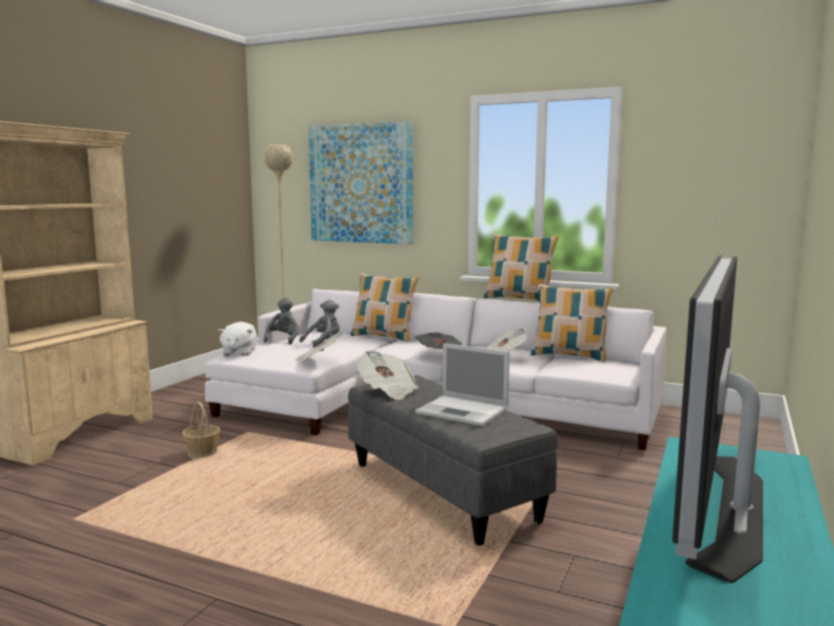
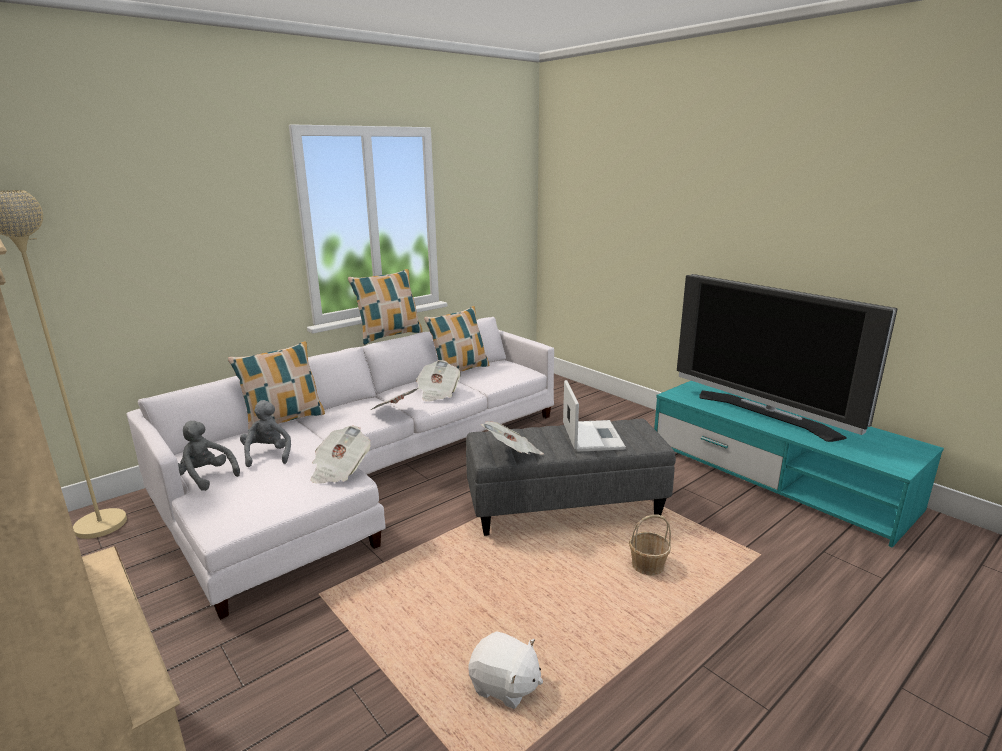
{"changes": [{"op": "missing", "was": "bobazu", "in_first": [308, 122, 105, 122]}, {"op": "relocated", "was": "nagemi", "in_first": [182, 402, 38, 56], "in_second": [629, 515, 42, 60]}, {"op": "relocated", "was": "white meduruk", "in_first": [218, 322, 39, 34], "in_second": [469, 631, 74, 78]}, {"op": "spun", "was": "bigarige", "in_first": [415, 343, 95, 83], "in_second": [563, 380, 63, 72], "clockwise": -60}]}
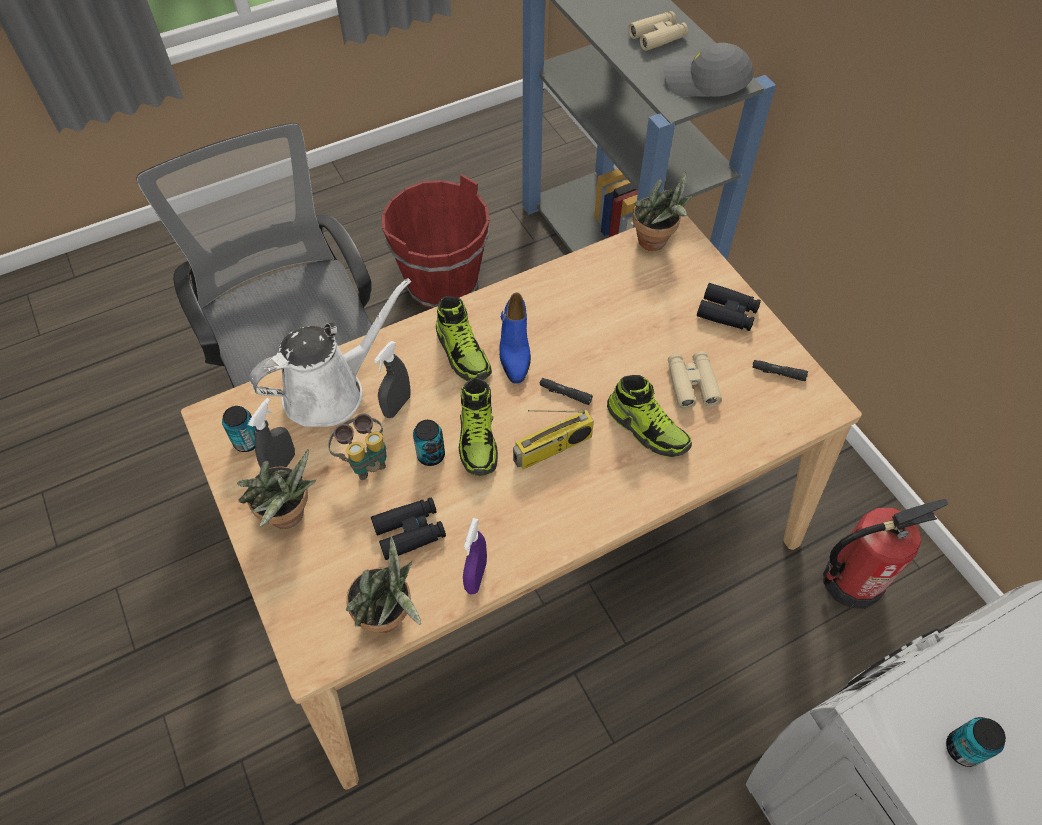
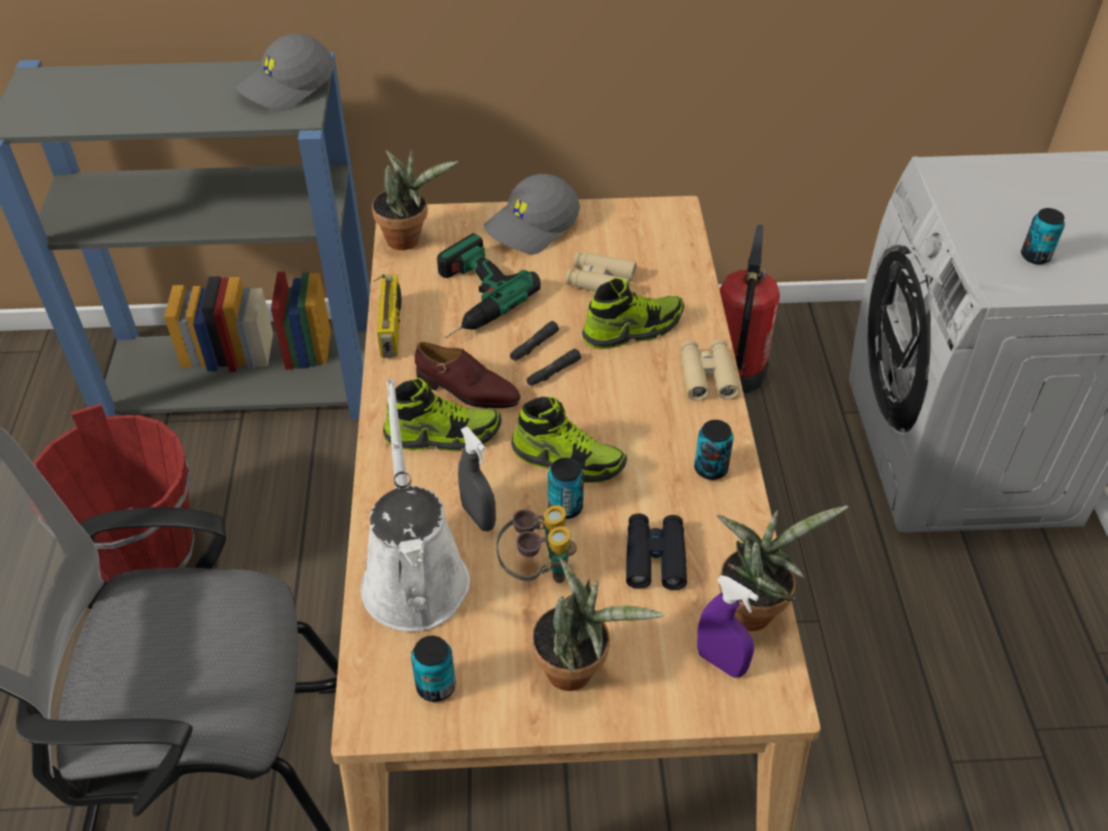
{"changes": [{"op": "missing", "was": "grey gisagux", "in_first": [248, 398, 47, 70]}, {"op": "appeared", "now": "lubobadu", "in_second": [437, 233, 104, 105]}, {"op": "appeared", "now": "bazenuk", "in_second": [694, 420, 40, 60]}, {"op": "relocated", "was": "purple gisagux", "in_first": [463, 518, 24, 77], "in_second": [697, 575, 62, 103]}, {"op": "relocated", "was": "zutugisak", "in_first": [513, 410, 81, 59], "in_second": [373, 274, 28, 84]}, {"op": "relocated", "was": "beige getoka", "in_first": [628, 11, 60, 40], "in_second": [681, 339, 59, 62]}, {"op": "relocated", "was": "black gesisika", "in_first": [752, 360, 56, 21], "in_second": [510, 321, 49, 40]}, {"op": "exchanged", "was": "black getoka", "now": "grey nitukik", "in_first": [697, 283, 64, 48], "in_second": [484, 174, 96, 81]}, {"op": "colour", "was": "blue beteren", "now": "brown beteren", "in_first": [499, 292, 32, 92], "in_second": [415, 342, 106, 66]}]}
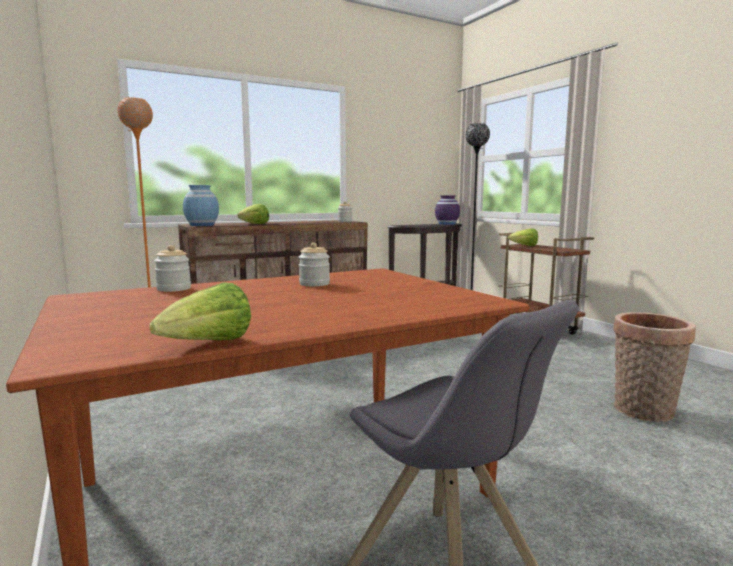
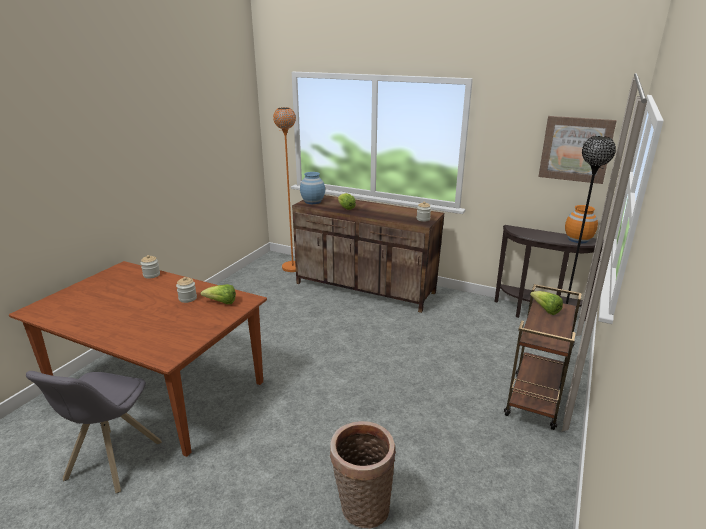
{"changes": [{"op": "appeared", "now": "bobazu", "in_second": [538, 116, 79, 68]}, {"op": "relocated", "was": "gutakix", "in_first": [149, 282, 102, 58], "in_second": [201, 284, 35, 20]}, {"op": "colour", "was": "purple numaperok", "now": "orange numaperok", "in_first": [435, 196, 25, 29], "in_second": [565, 205, 33, 38]}]}
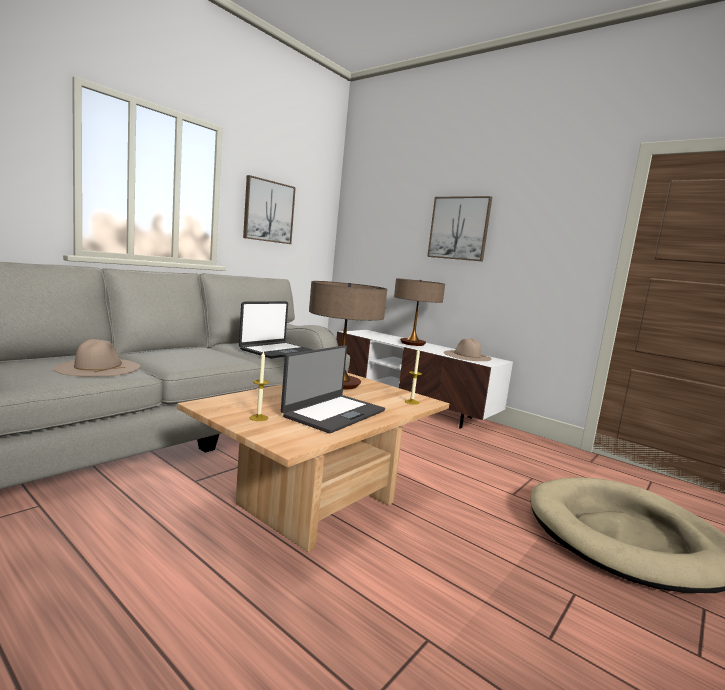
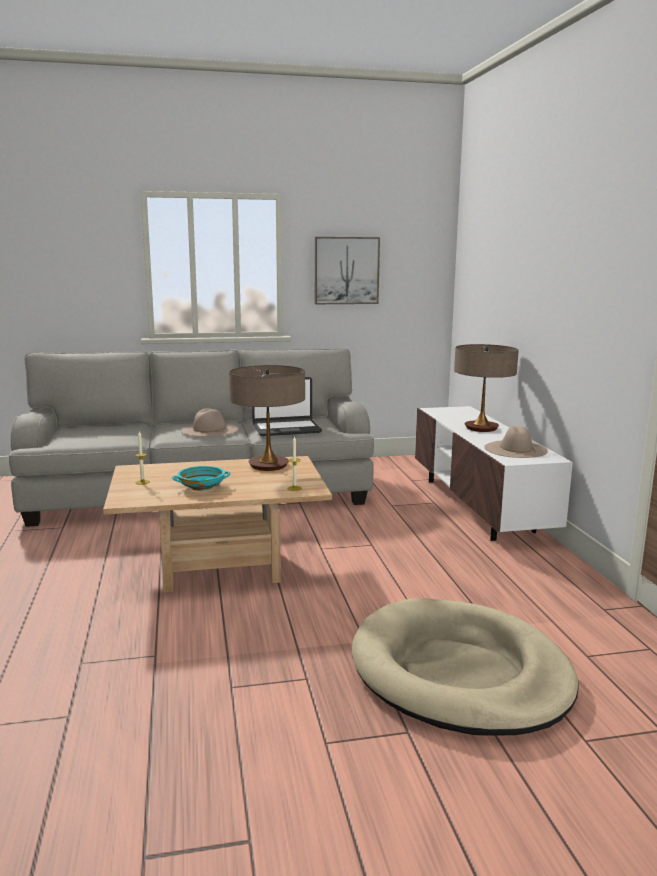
{"changes": [{"op": "missing", "was": "bobazu", "in_first": [427, 196, 65, 65]}, {"op": "relocated", "was": "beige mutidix", "in_first": [54, 339, 86, 38], "in_second": [181, 408, 58, 29]}, {"op": "exchanged", "was": "bigarige", "now": "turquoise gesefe", "in_first": [281, 345, 104, 88], "in_second": [172, 466, 58, 25]}]}
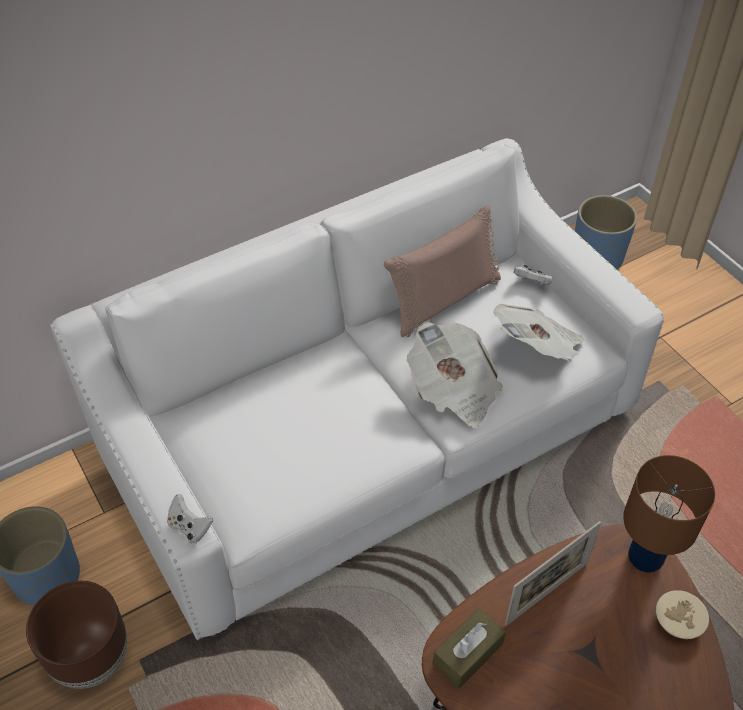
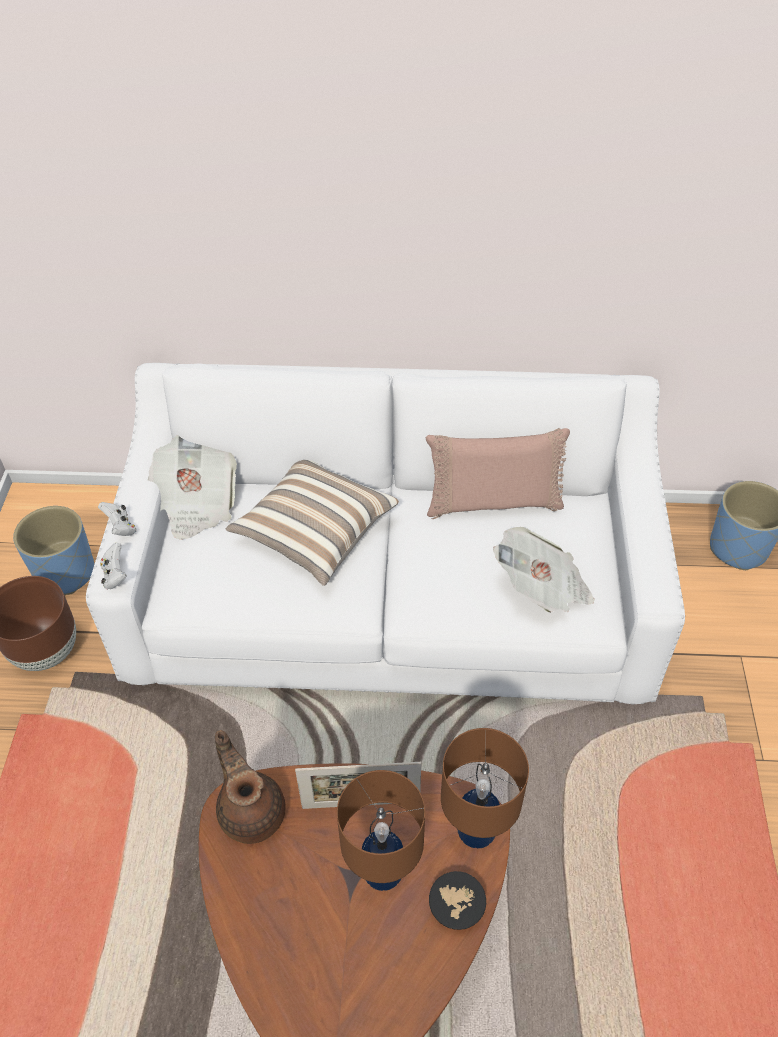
{"changes": [{"op": "appeared", "now": "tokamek", "in_second": [226, 460, 173, 126]}, {"op": "appeared", "now": "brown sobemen", "in_second": [337, 770, 88, 121]}, {"op": "relocated", "was": "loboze", "in_first": [407, 322, 96, 105], "in_second": [147, 435, 90, 105]}, {"op": "relocated", "was": "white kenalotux", "in_first": [514, 265, 38, 21], "in_second": [98, 502, 39, 34]}, {"op": "exchanged", "was": "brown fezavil", "now": "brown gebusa", "in_first": [432, 608, 74, 81], "in_second": [215, 730, 71, 114]}, {"op": "colour", "was": "beige gesefe", "now": "black gesefe", "in_first": [656, 590, 53, 49], "in_second": [429, 871, 57, 59]}]}
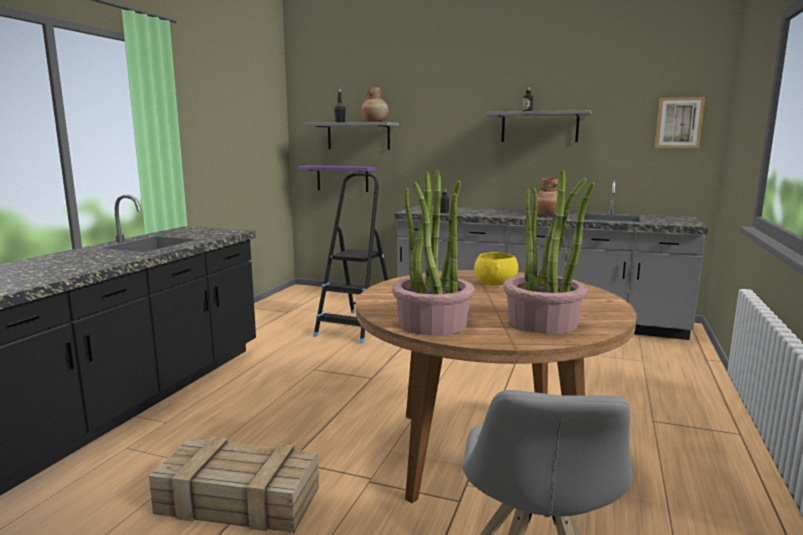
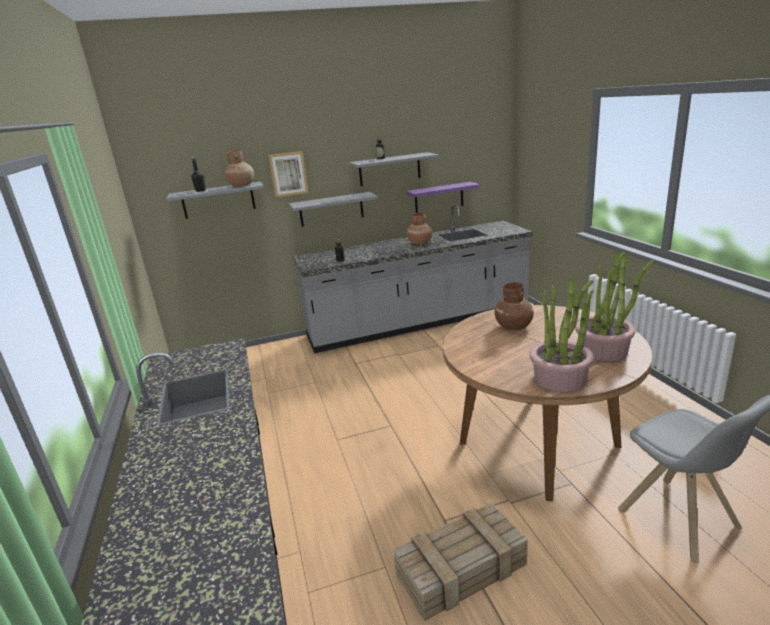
{"changes": [{"op": "missing", "was": "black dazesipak", "in_first": [313, 173, 76, 171]}, {"op": "appeared", "now": "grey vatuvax", "in_second": [289, 192, 89, 35]}, {"op": "relocated", "was": "purple vatuvax", "in_first": [298, 165, 79, 27], "in_second": [406, 182, 74, 31]}, {"op": "relocated", "was": "bobazu", "in_first": [655, 97, 50, 51], "in_second": [268, 151, 40, 46]}, {"op": "exchanged", "was": "yellow gesefe", "now": "brown numaperok", "in_first": [474, 252, 44, 34], "in_second": [495, 282, 39, 48]}]}
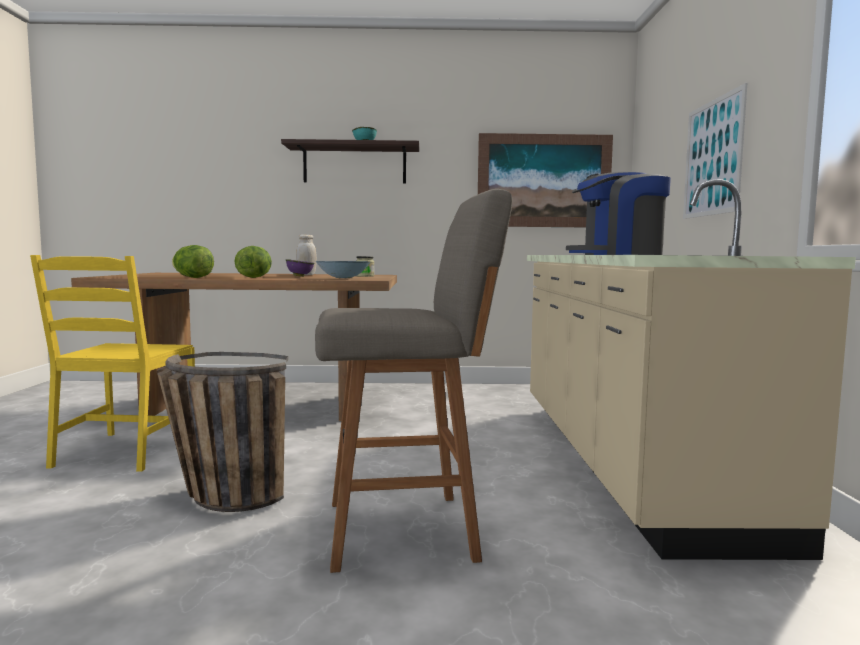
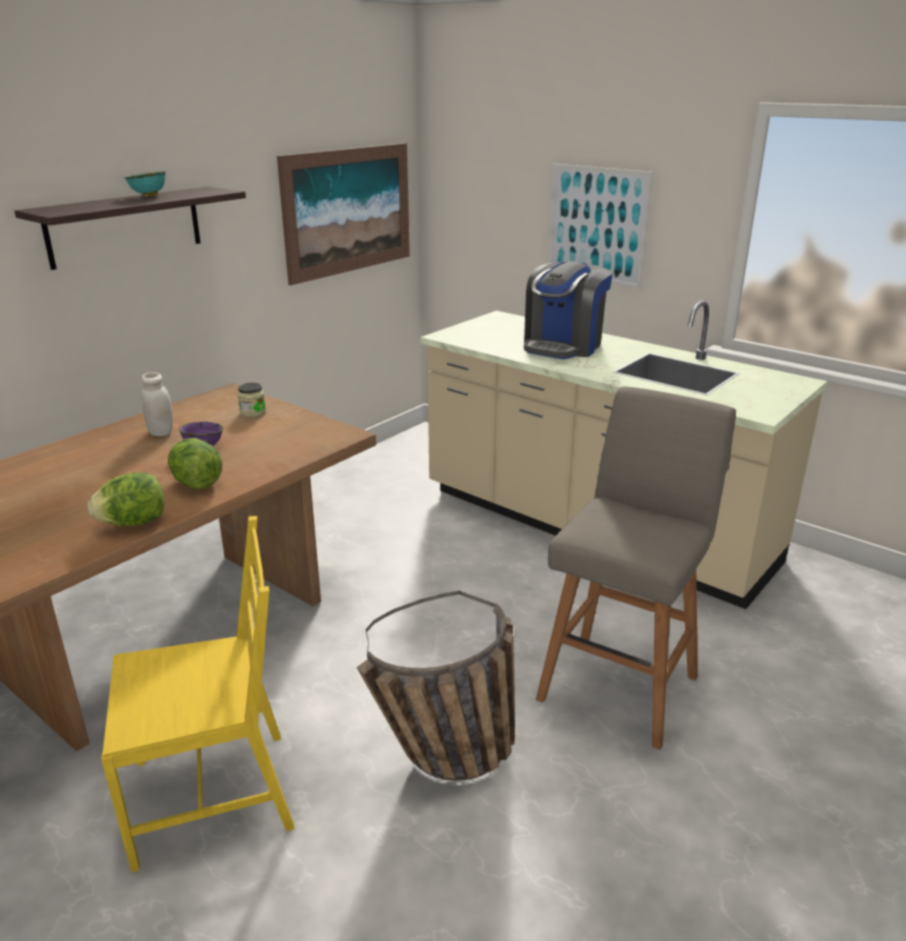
{"changes": [{"op": "missing", "was": "gesefe", "in_first": [316, 261, 55, 17]}, {"op": "spun", "was": "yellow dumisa", "in_first": [30, 255, 165, 217], "in_second": [101, 516, 193, 356], "clockwise": -60}]}
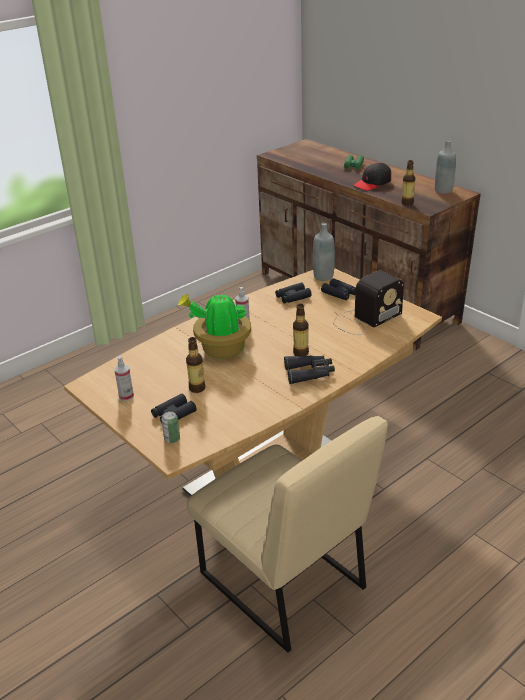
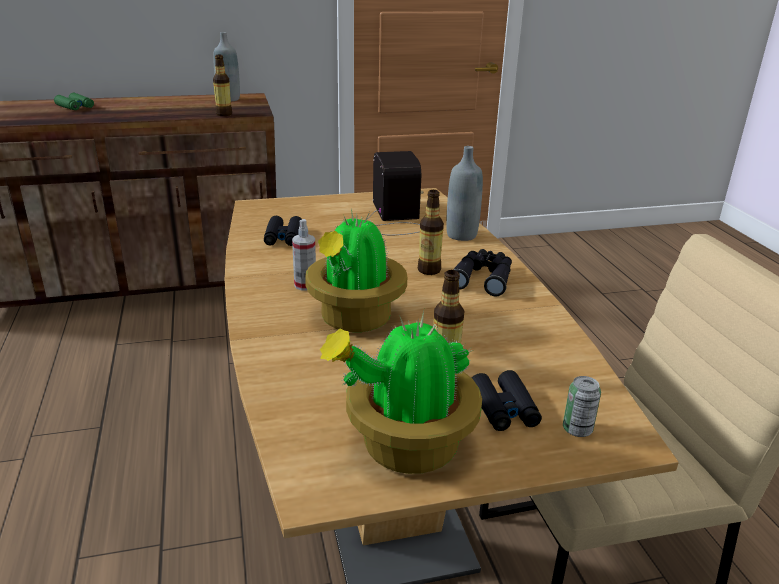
{"changes": [{"op": "missing", "was": "black getoka", "in_first": [321, 278, 35, 22]}, {"op": "missing", "was": "black nitukik", "in_first": [353, 162, 38, 29]}, {"op": "relocated", "was": "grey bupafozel", "in_first": [313, 223, 22, 58], "in_second": [446, 146, 37, 95]}, {"op": "exchanged", "was": "gisagux", "now": "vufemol", "in_first": [114, 356, 20, 45], "in_second": [320, 311, 162, 163]}]}
